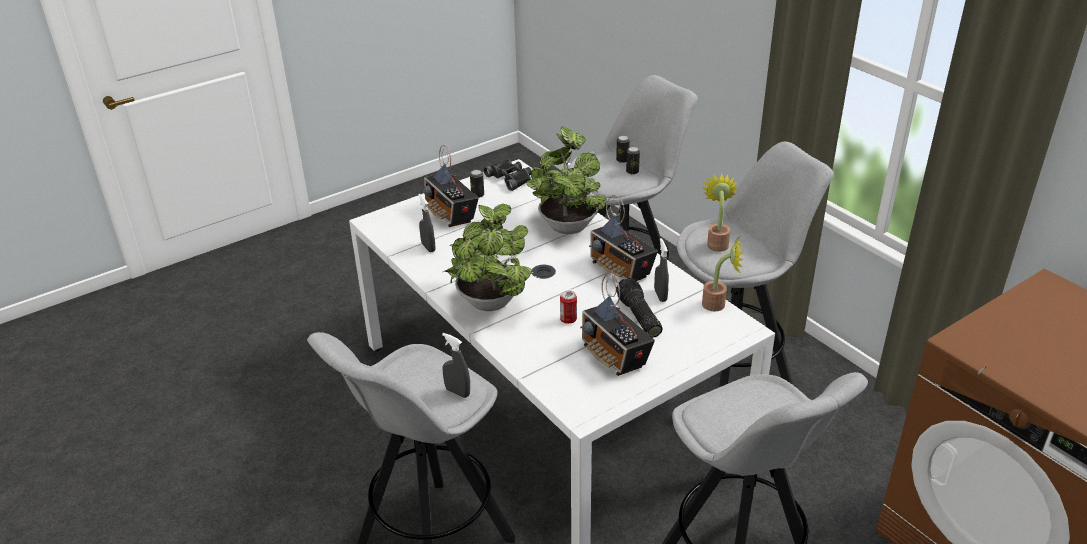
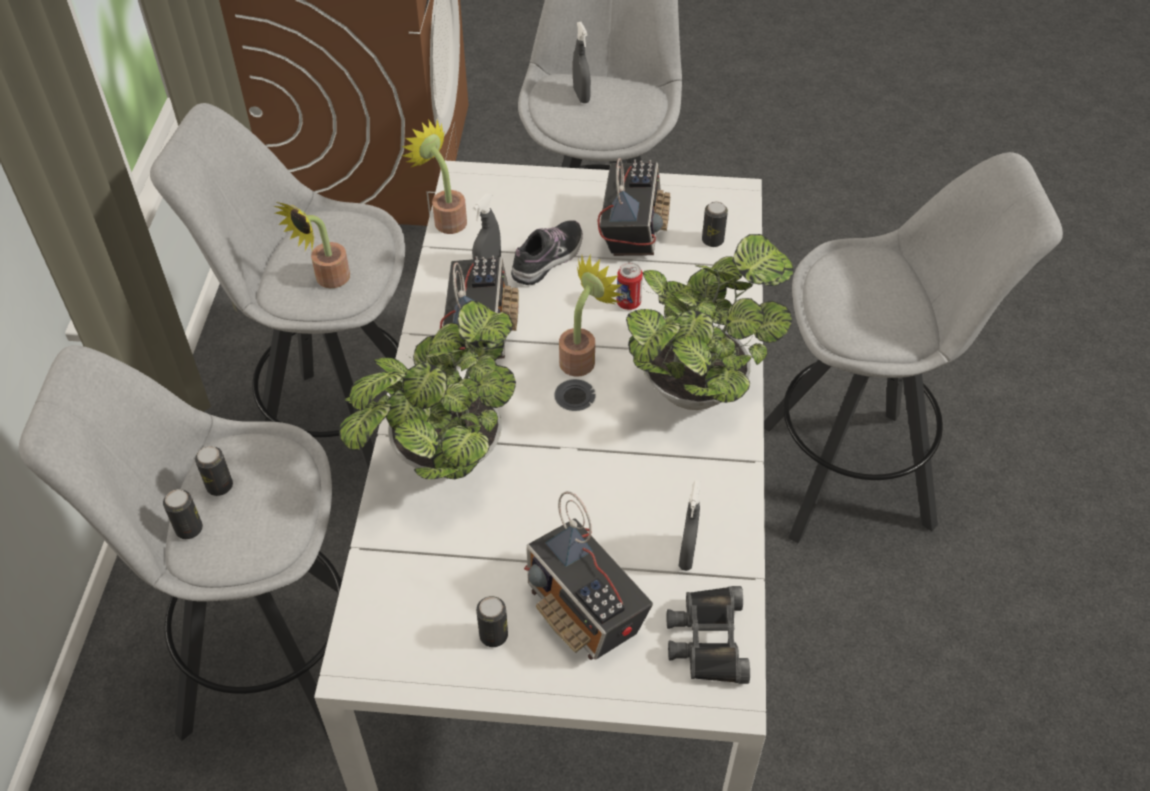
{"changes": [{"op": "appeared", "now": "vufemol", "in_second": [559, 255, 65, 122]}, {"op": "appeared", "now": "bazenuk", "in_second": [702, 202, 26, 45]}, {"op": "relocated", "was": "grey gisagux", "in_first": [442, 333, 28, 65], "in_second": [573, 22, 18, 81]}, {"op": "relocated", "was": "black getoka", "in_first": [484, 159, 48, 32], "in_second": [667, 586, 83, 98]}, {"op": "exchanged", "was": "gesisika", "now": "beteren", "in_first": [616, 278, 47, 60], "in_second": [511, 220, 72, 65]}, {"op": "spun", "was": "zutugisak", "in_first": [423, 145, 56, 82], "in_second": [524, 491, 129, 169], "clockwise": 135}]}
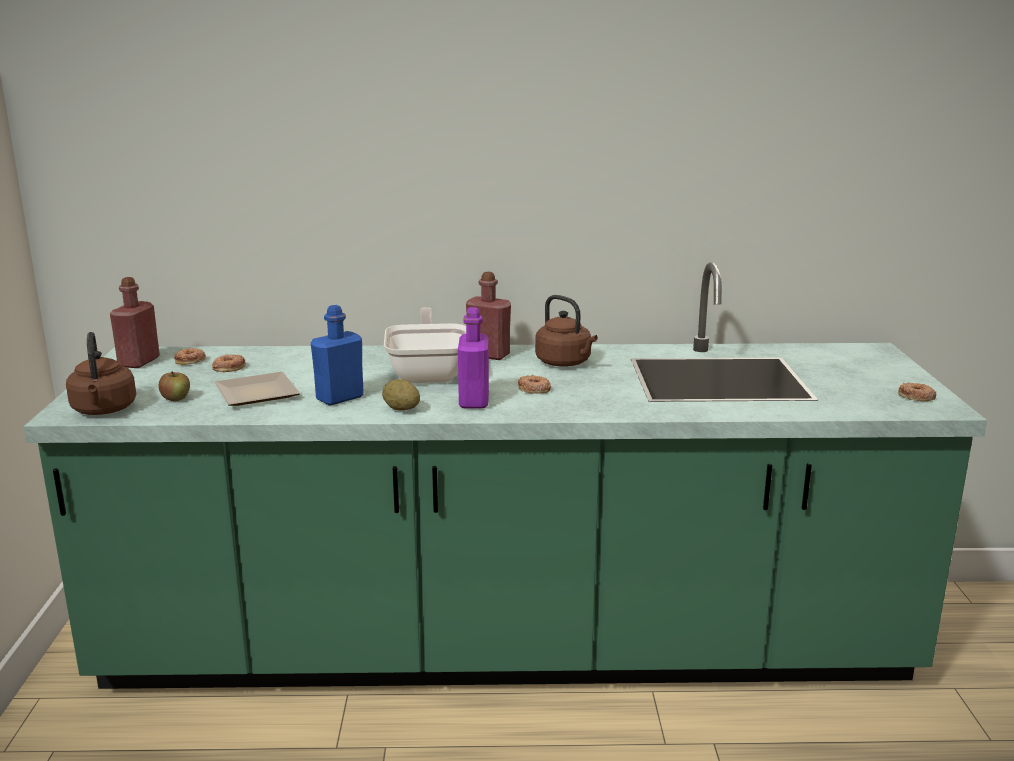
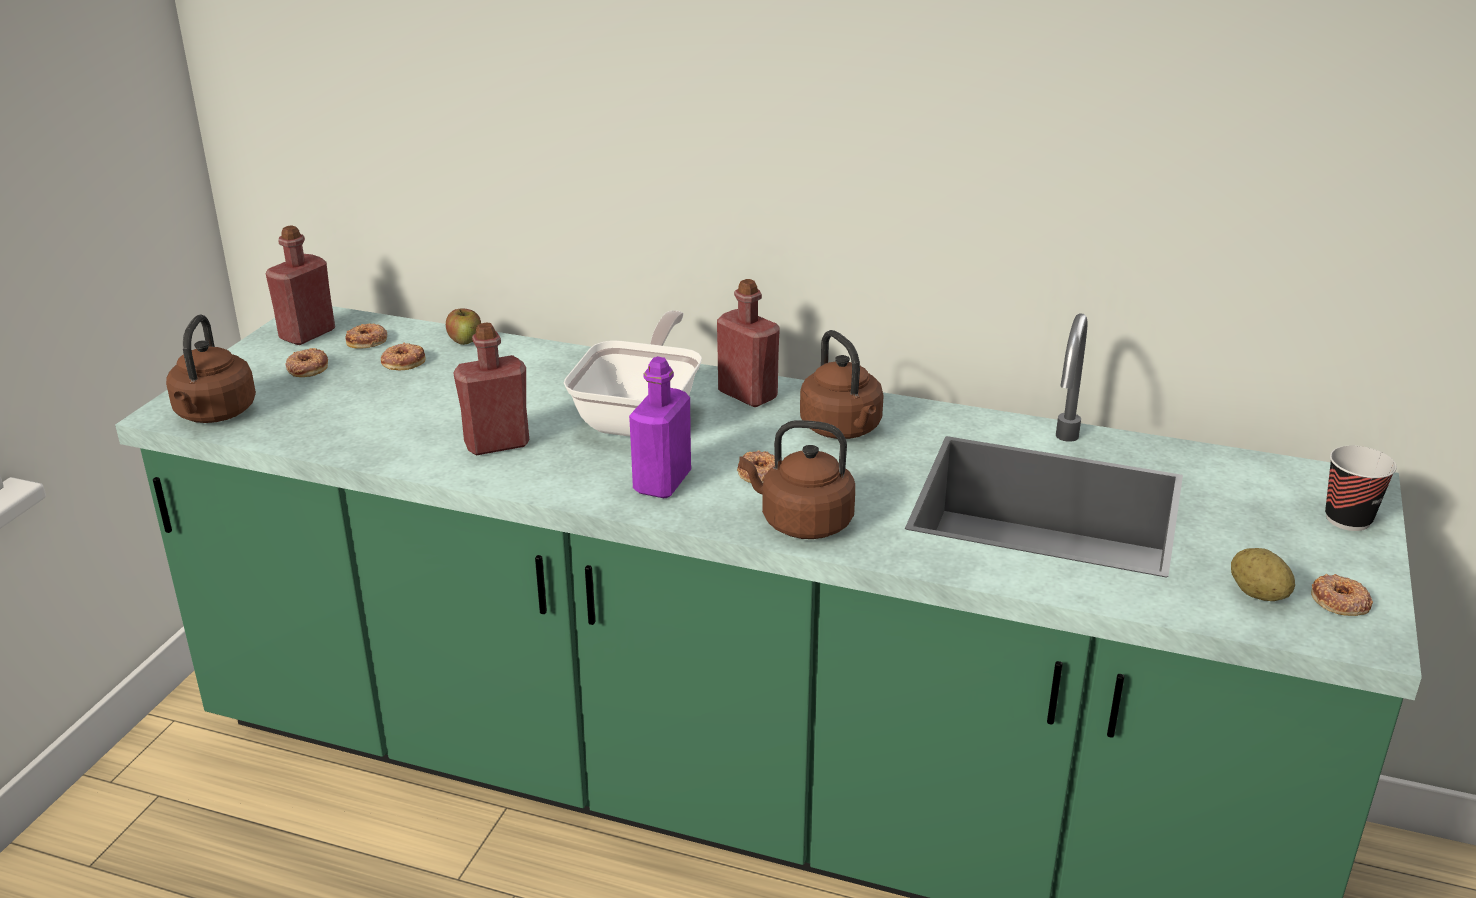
{"changes": [{"op": "missing", "was": "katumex", "in_first": [214, 372, 86, 34]}, {"op": "appeared", "now": "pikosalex", "in_second": [285, 348, 43, 29]}, {"op": "appeared", "now": "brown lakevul", "in_second": [739, 420, 116, 119]}, {"op": "appeared", "now": "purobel", "in_second": [1325, 446, 72, 85]}, {"op": "relocated", "was": "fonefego", "in_first": [159, 371, 31, 30], "in_second": [446, 309, 35, 36]}, {"op": "relocated", "was": "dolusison", "in_first": [382, 379, 38, 32], "in_second": [1231, 548, 64, 53]}, {"op": "colour", "was": "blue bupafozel", "now": "red bupafozel", "in_first": [311, 305, 53, 101], "in_second": [453, 323, 76, 132]}]}
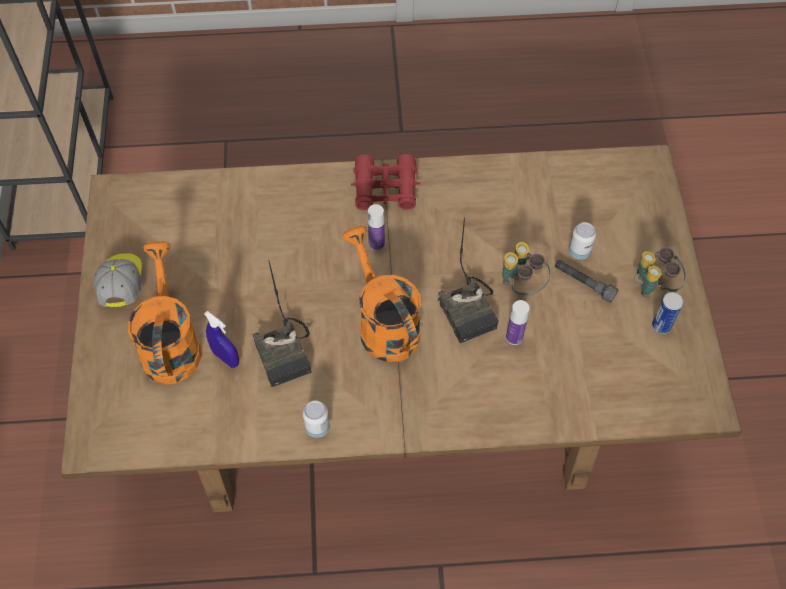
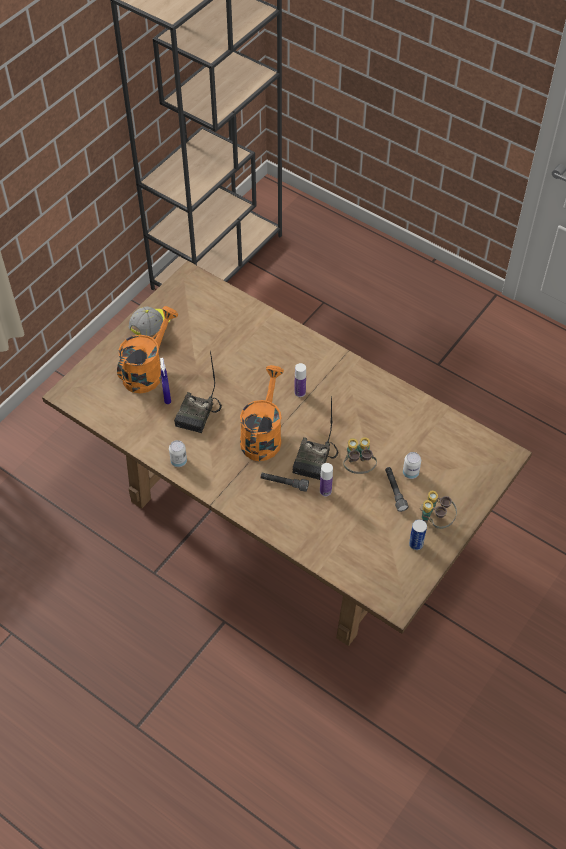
{"changes": [{"op": "missing", "was": "red getoka", "in_first": [351, 154, 69, 56]}, {"op": "appeared", "now": "grey gesisika", "in_second": [260, 473, 49, 19]}]}
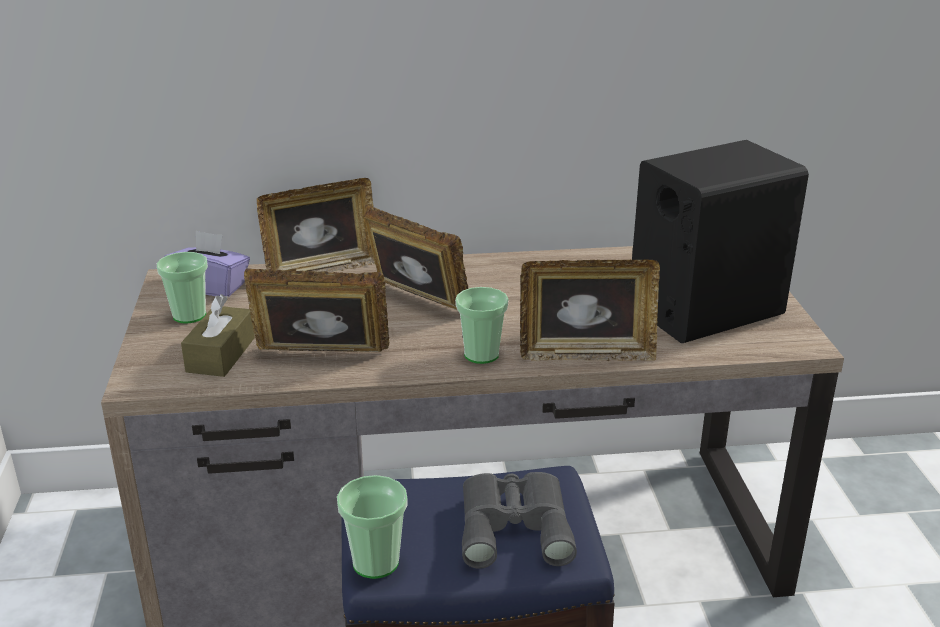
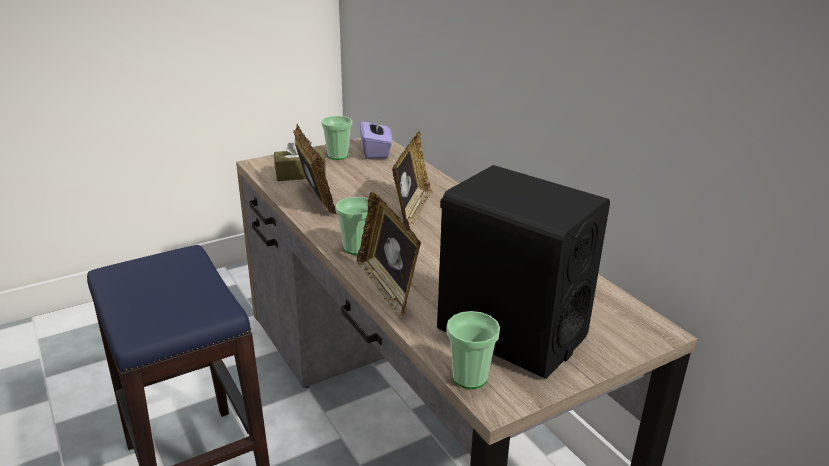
{"changes": [{"op": "missing", "was": "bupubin", "in_first": [257, 178, 118, 95]}, {"op": "missing", "was": "grey getoka", "in_first": [462, 472, 115, 97]}, {"op": "relocated", "was": "purobel", "in_first": [337, 475, 71, 104], "in_second": [446, 311, 54, 78]}]}
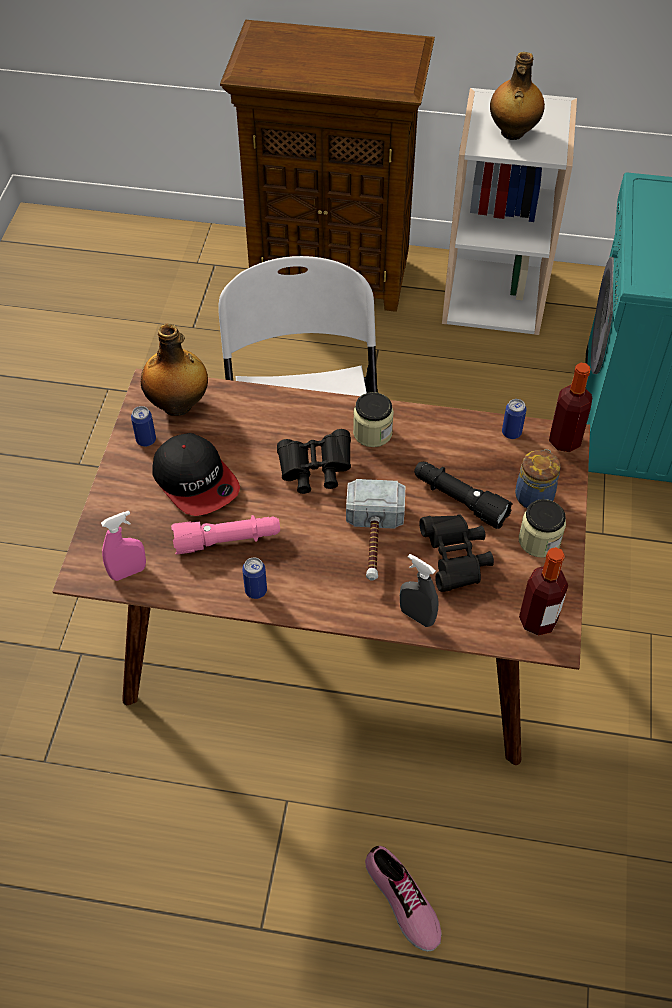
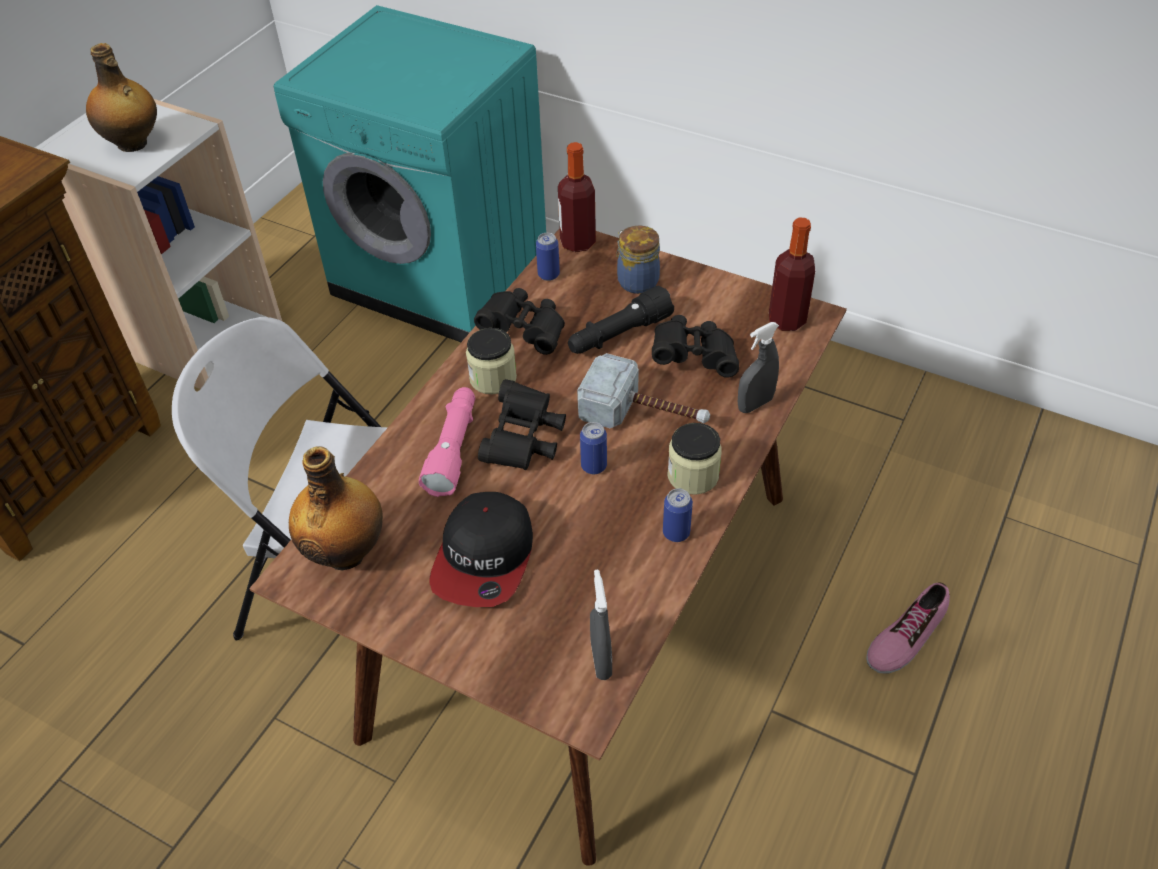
{"changes": [{"op": "appeared", "now": "black getoka", "in_second": [474, 288, 91, 67]}, {"op": "relocated", "was": "bazenuk", "in_first": [131, 406, 25, 41], "in_second": [580, 422, 27, 52]}, {"op": "relocated", "was": "pink gesisika", "in_first": [171, 515, 109, 39], "in_second": [419, 387, 56, 110]}, {"op": "relocated", "was": "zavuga", "in_first": [519, 499, 47, 58], "in_second": [667, 423, 55, 72]}, {"op": "colour", "was": "pink gisagux", "now": "grey gisagux", "in_first": [101, 511, 45, 70], "in_second": [590, 569, 22, 111]}, {"op": "spun", "was": "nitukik", "in_first": [152, 433, 88, 83], "in_second": [429, 492, 104, 115], "clockwise": 120}, {"op": "spun", "was": "beteren", "in_first": [365, 846, 77, 106], "in_second": [866, 582, 84, 91], "clockwise": 150}]}
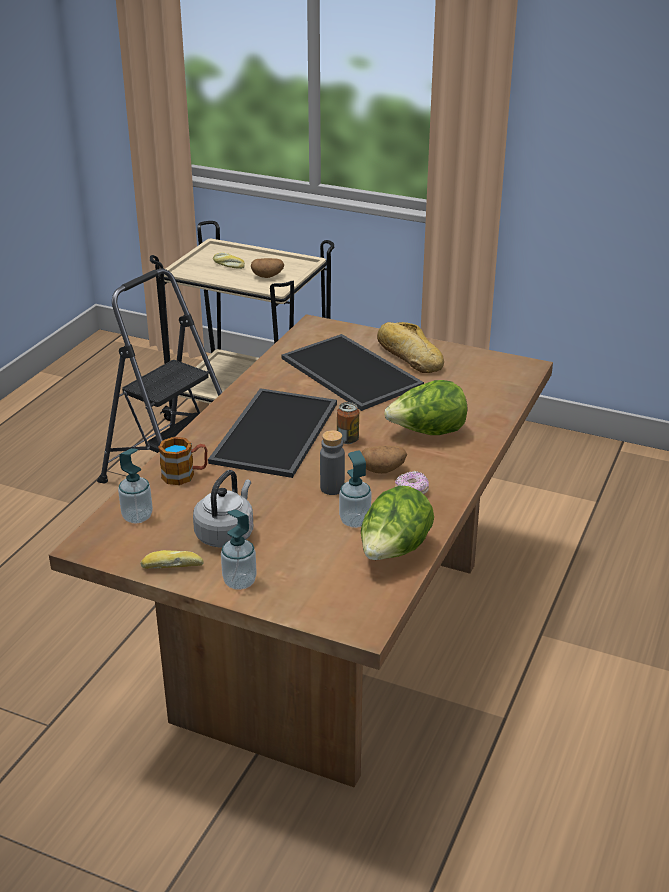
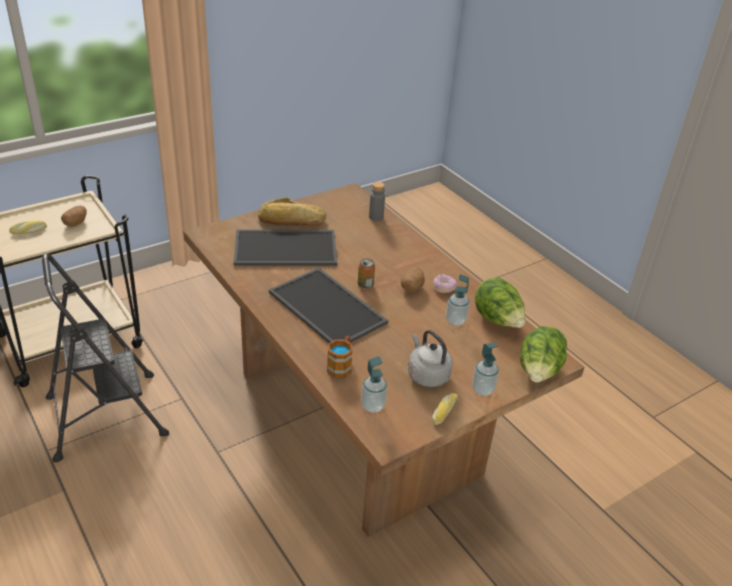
{"changes": [{"op": "relocated", "was": "grey bupafozel", "in_first": [320, 430, 25, 65], "in_second": [369, 182, 16, 39]}, {"op": "relocated", "was": "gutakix", "in_first": [384, 380, 83, 55], "in_second": [520, 326, 47, 57]}]}
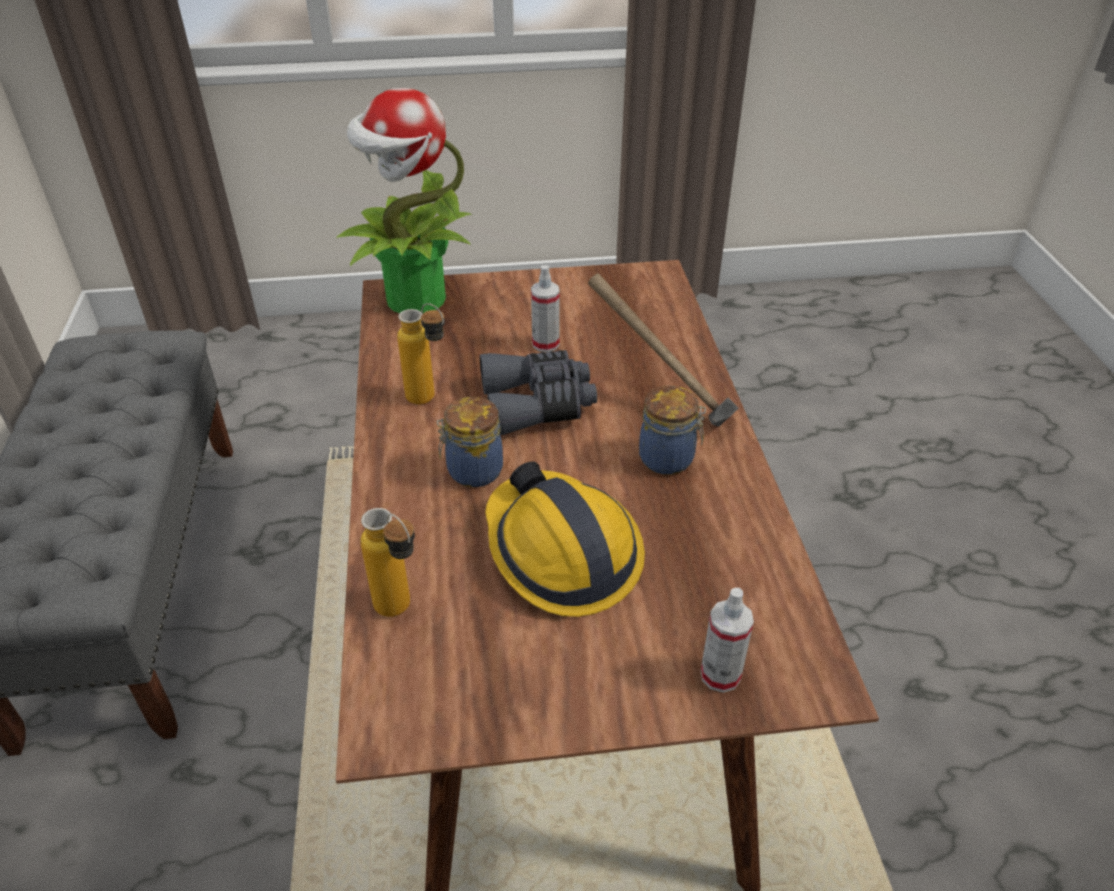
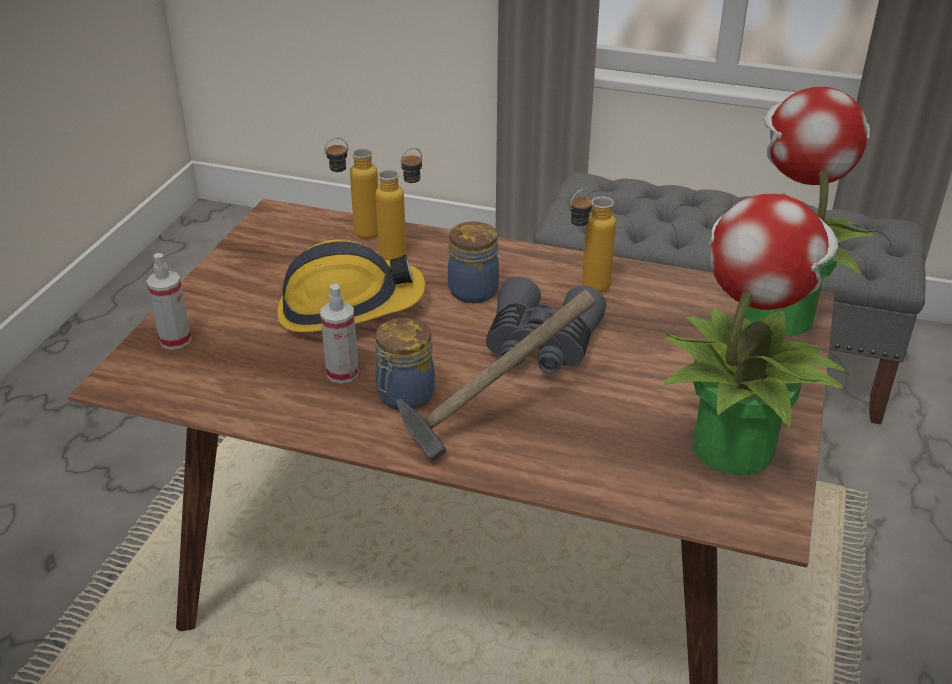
{"changes": [{"op": "appeared", "now": "bupafozel", "in_second": [375, 148, 47, 113]}, {"op": "appeared", "now": "vufemol", "in_second": [661, 194, 188, 281]}, {"op": "relocated", "was": "gisagux", "in_first": [531, 265, 29, 87], "in_second": [320, 284, 39, 100]}]}
